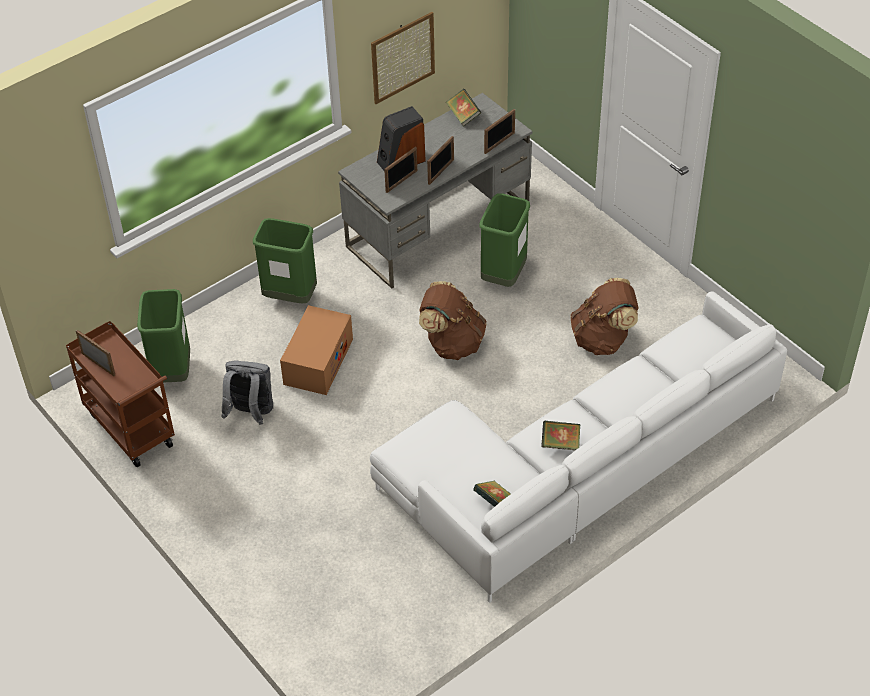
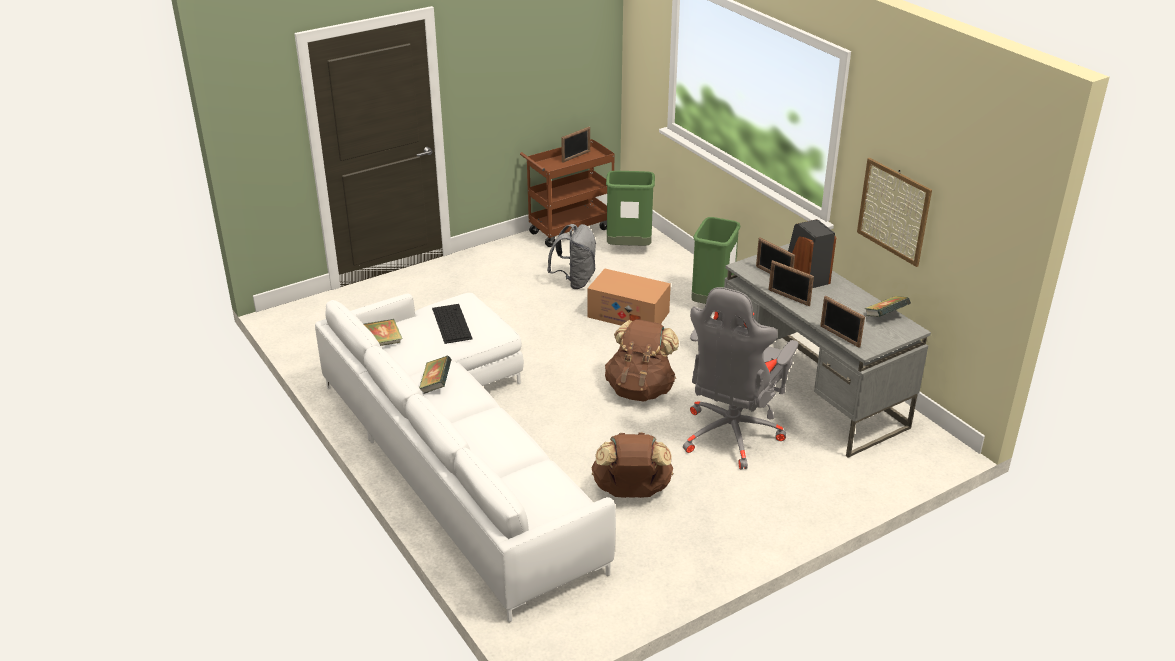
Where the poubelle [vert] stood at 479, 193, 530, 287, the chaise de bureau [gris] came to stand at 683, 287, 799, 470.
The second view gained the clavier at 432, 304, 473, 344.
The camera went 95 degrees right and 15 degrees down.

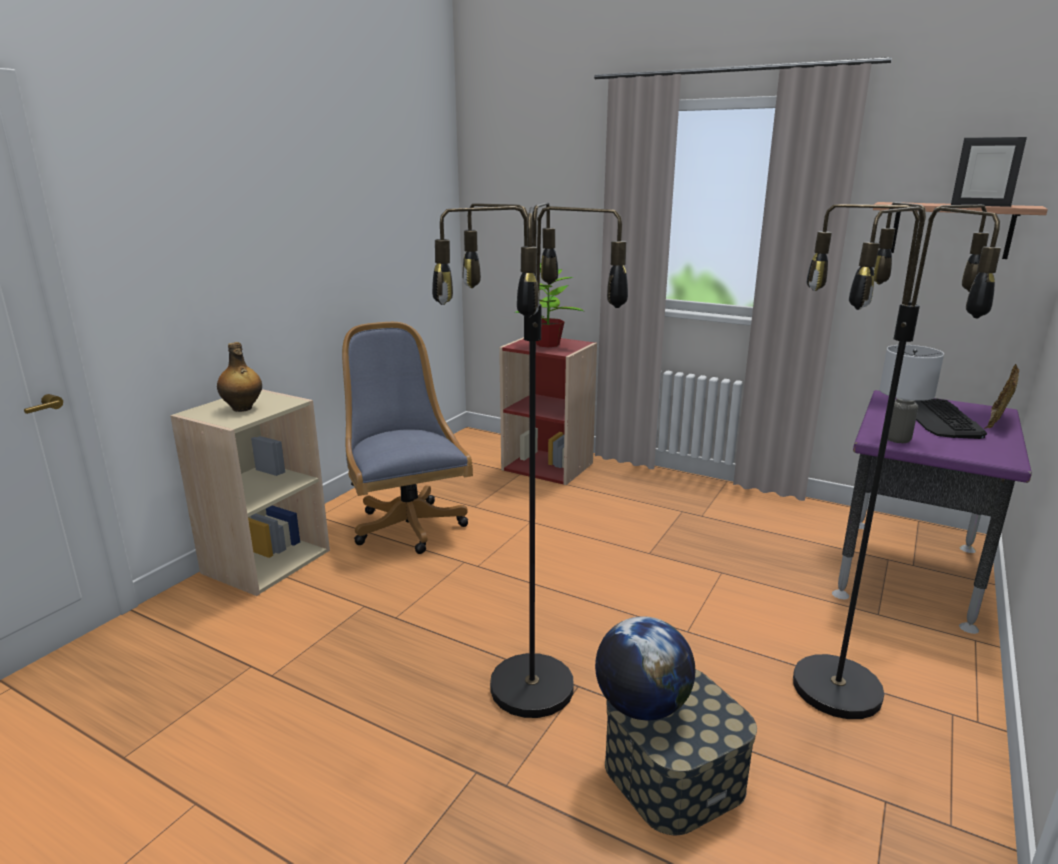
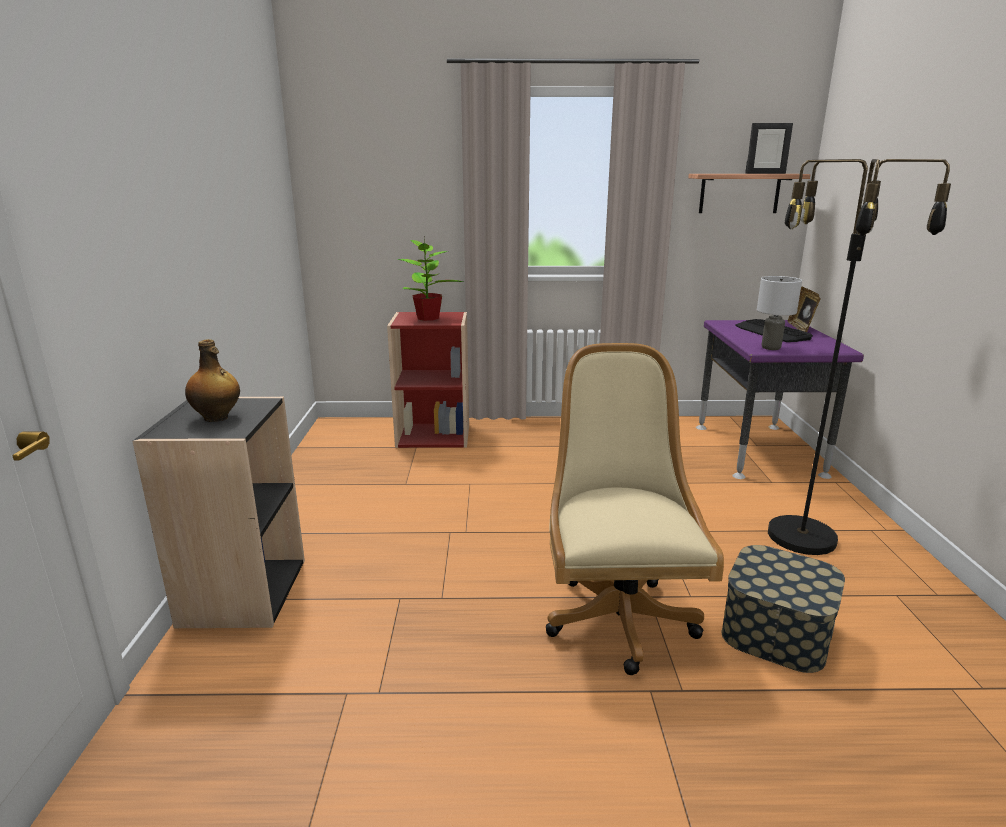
Where the lampadaire stood at 432, 202, 628, 718, the chaise de bureau [beige] came to stand at 546, 343, 724, 675.
The second view lost the chaise de bureau [bleu] at 342, 322, 473, 554.
What was the bibliothèque [beige] at 170, 389, 330, 596 turned into the bibliothèque [noir] at 132, 397, 305, 628.
The second view lost the globe at 595, 616, 695, 720.
The camera went 30 degrees left and 0 degrees up.

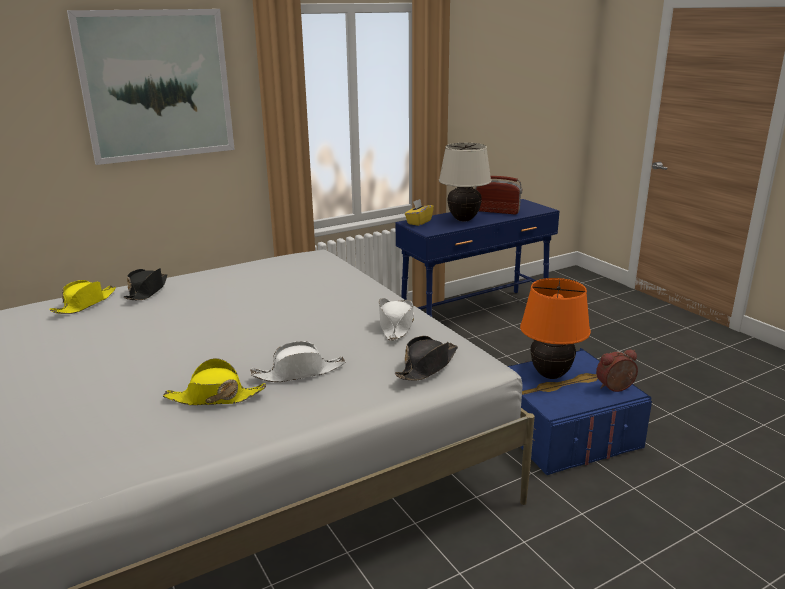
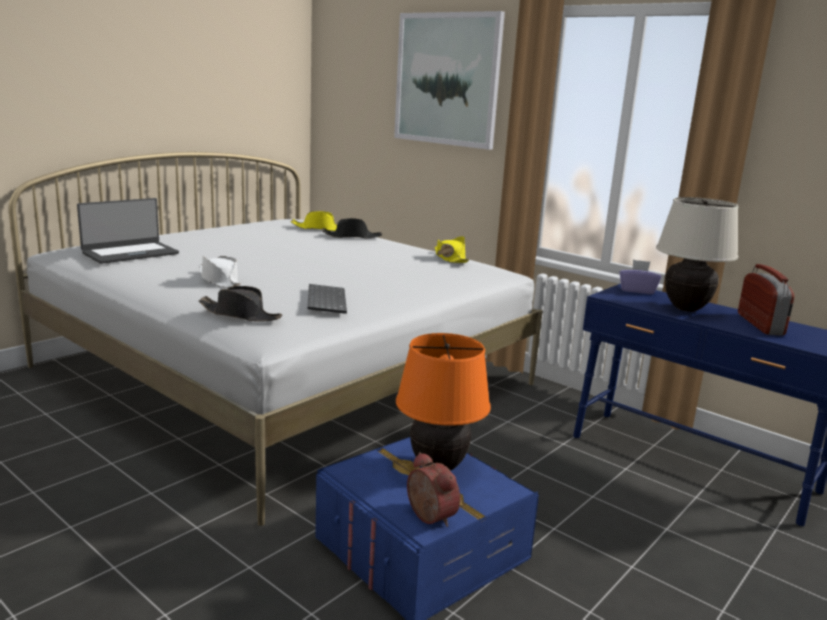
What was the boîte à mouchoirs [jaune] at 405, 199, 434, 226 turned into the boîte à mouchoirs [violet] at 619, 260, 661, 294.
Where the chapeau [blanc] stood at 379, 298, 414, 341, the clavier came to stand at 308, 284, 347, 314.
The chapeau [jaune] ended up elsewhere, having gone from 163, 358, 266, 405 to 435, 236, 469, 263.
The second view gained the ordinateur portable at 77, 198, 179, 264.
The camera went 70 degrees right and 5 degrees down.

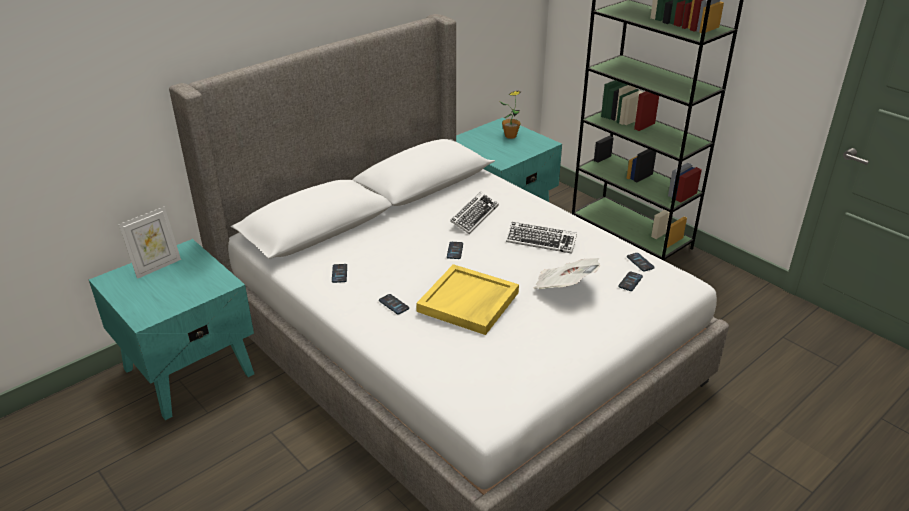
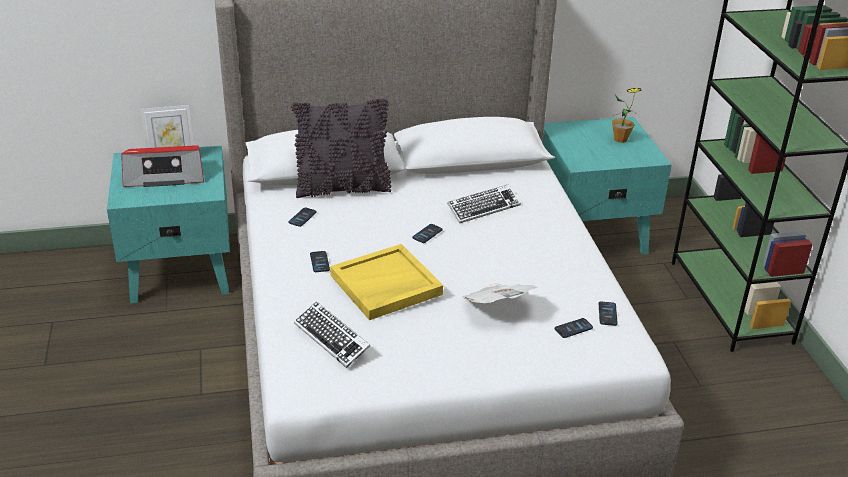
The clavier ended up elsewhere, having gone from 506, 222, 577, 254 to 294, 301, 370, 368.
The second view gained the coussin [noir] at 291, 98, 392, 198.
The second view gained the radio at 122, 145, 204, 187.
The camera went 30 degrees right and 0 degrees up.

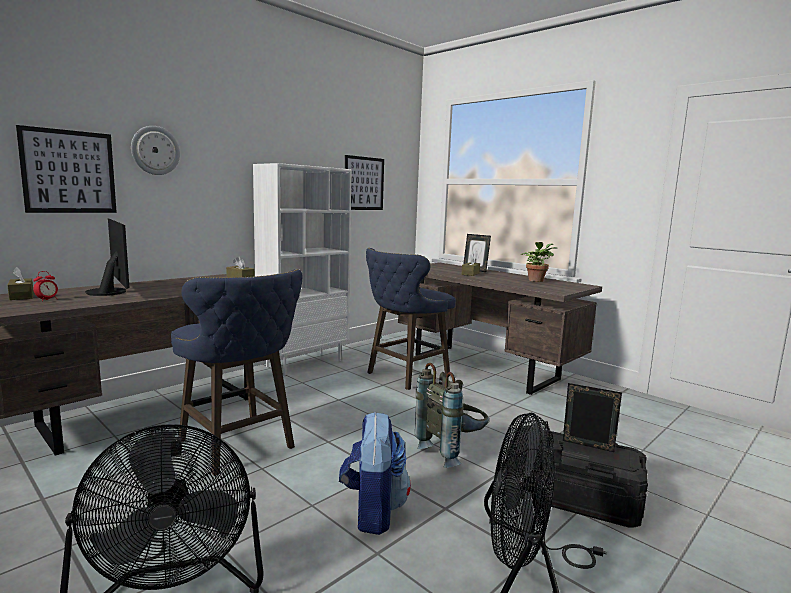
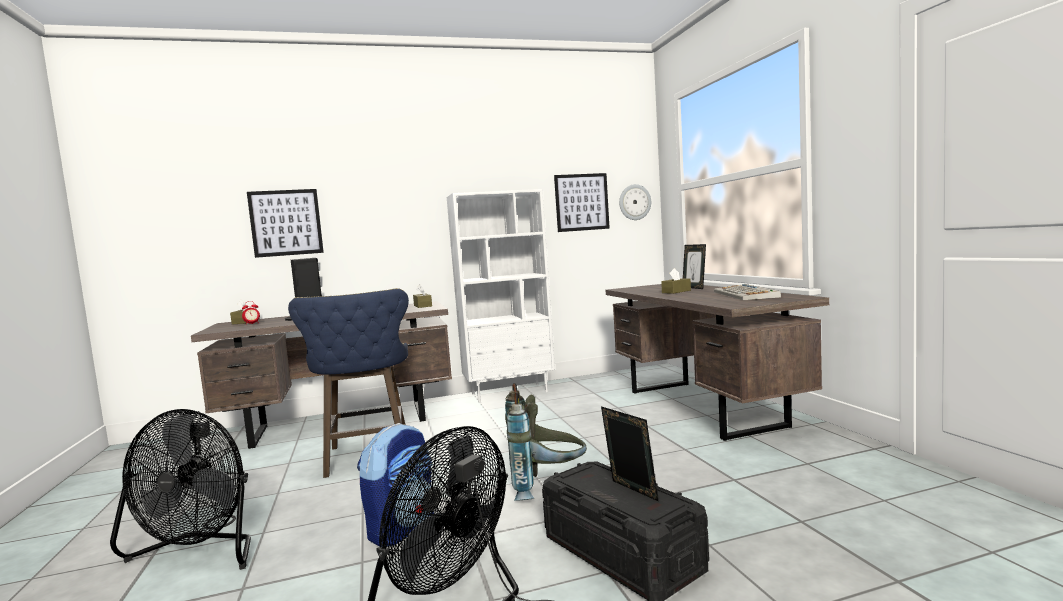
The horloge murale ended up elsewhere, having gone from 131, 126, 180, 175 to 619, 184, 651, 220.
Where the plante en pot stood at 521, 242, 557, 282, the clavier came to stand at 714, 284, 781, 300.
The second view lost the tabouret [bleu] at 366, 248, 456, 390.
The camera went 30 degrees right and 5 degrees down.

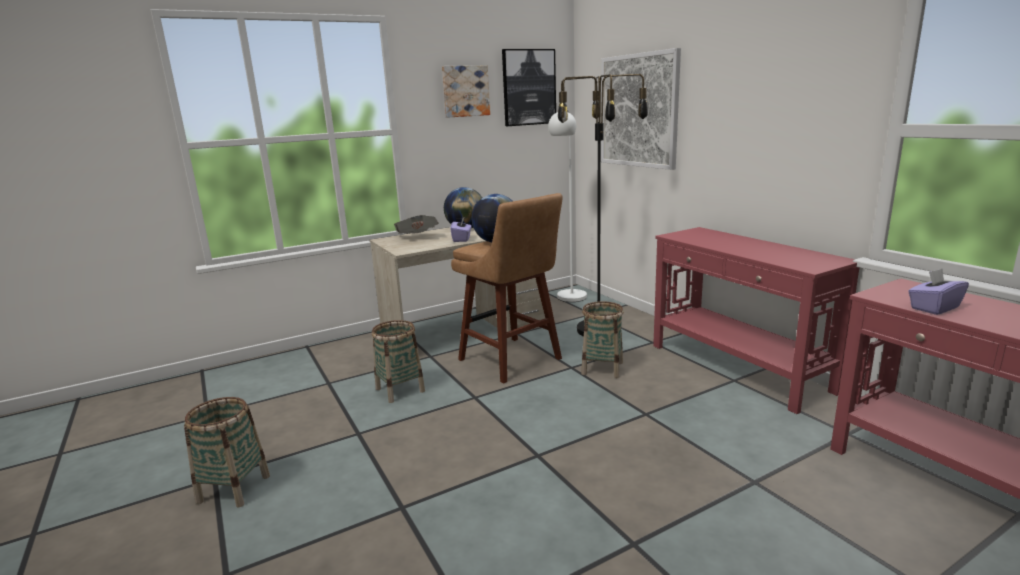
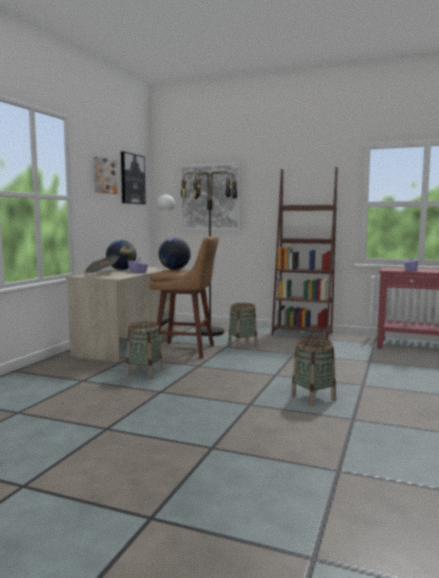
Where the table console [rouge] stood at 653, 227, 859, 414, the bibliothèque [marron] came to stand at 271, 167, 338, 340.
The panier ended up elsewhere, having gone from 184, 397, 270, 508 to 291, 338, 336, 406.
The camera went 40 degrees left and 10 degrees down.

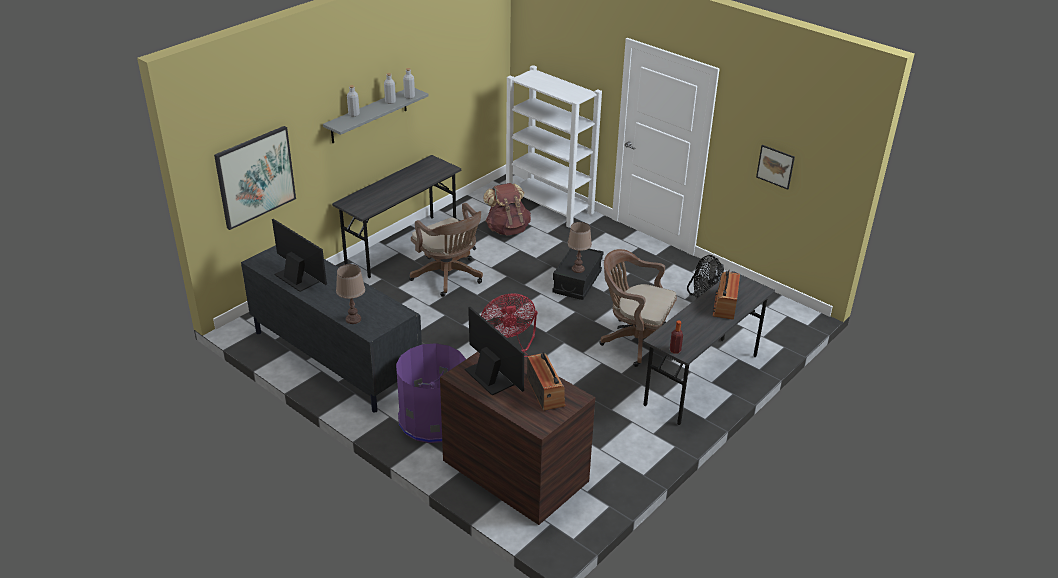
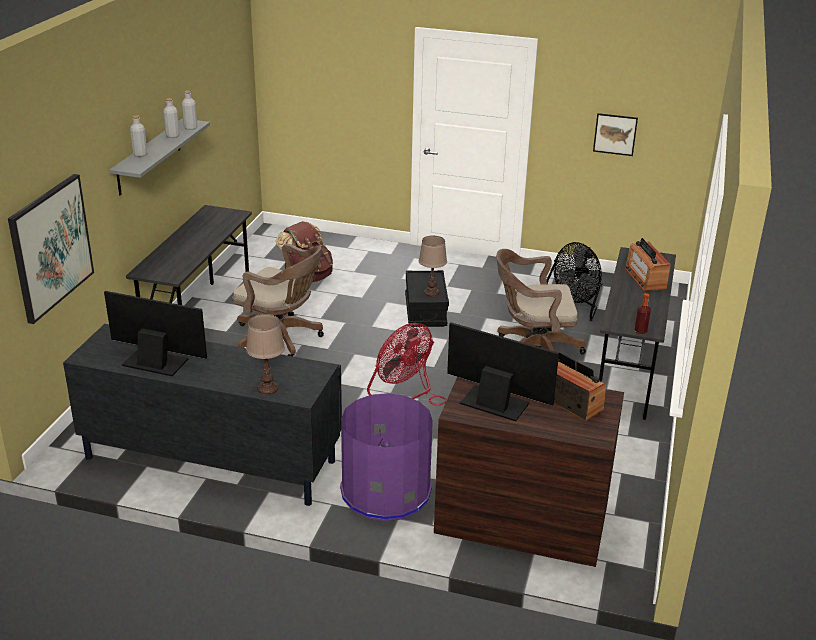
The second view lost the bibliothèque [blanc] at 506, 65, 602, 228.
The camera went 25 degrees left and 5 degrees down.

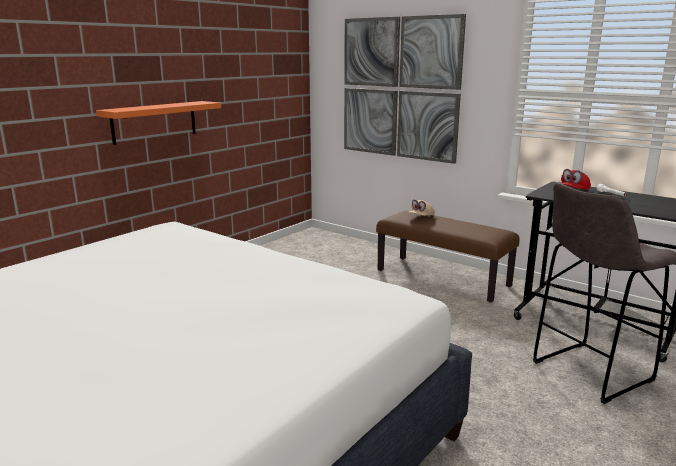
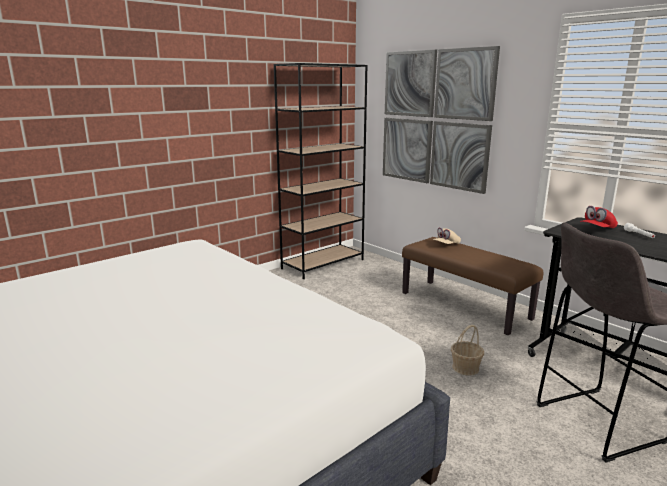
The second view lost the étagère [orange] at 96, 101, 221, 145.
The second view gained the bibliothèque [beige] at 274, 63, 367, 279.
The second view gained the panier at 451, 325, 484, 376.
The camera went 10 degrees right and 0 degrees up.

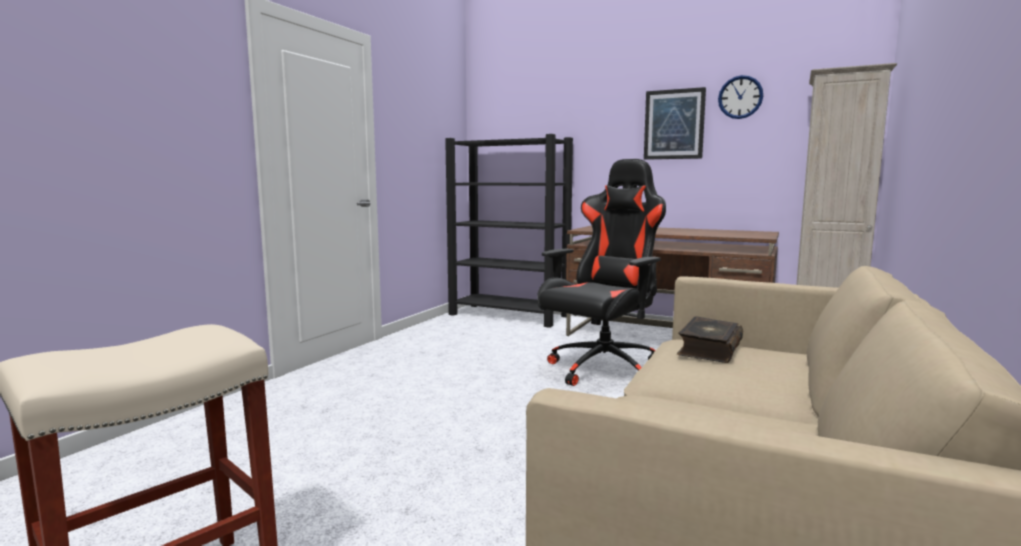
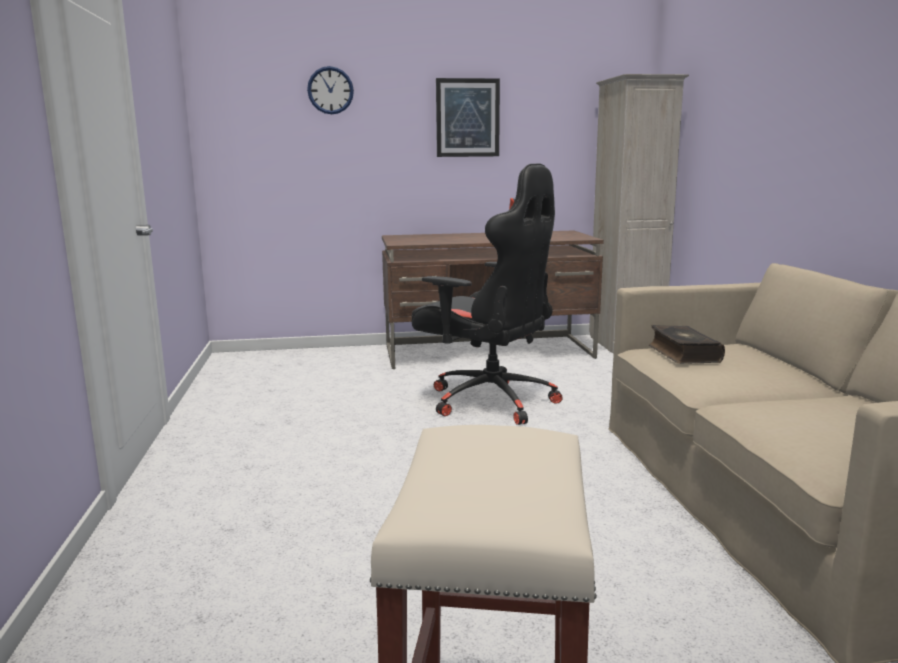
The horloge murale ended up elsewhere, having gone from 718, 75, 763, 119 to 307, 66, 354, 114.
The second view lost the bibliothèque [noir] at 445, 134, 573, 328.
The chaise de bureau [noir] at 537, 159, 666, 386 ended up facing another way, 120 degrees clockwise from before.
The camera went 35 degrees left and 5 degrees up.

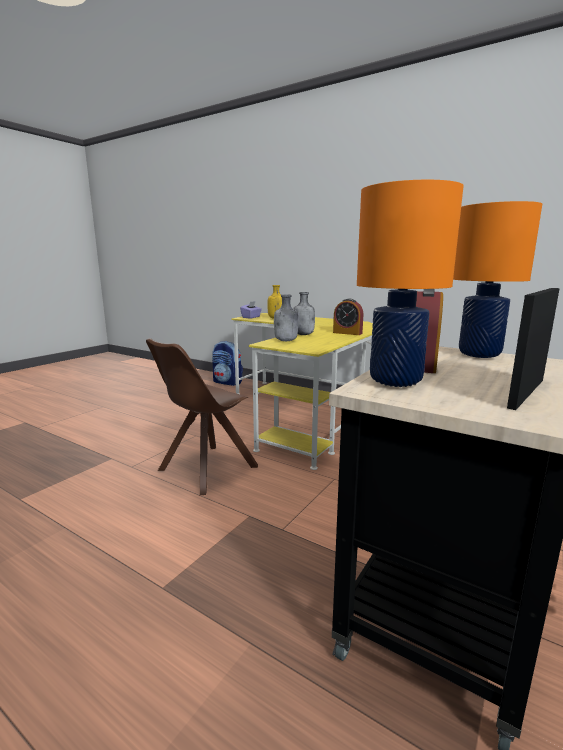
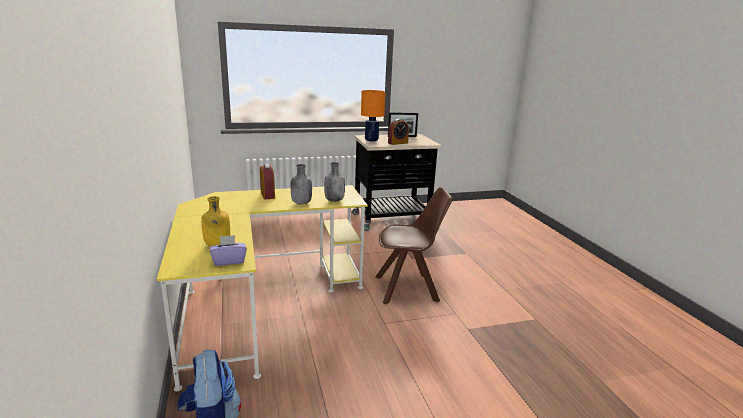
The second view lost the lampe de table [orange] at 357, 180, 464, 387.
The camera went 140 degrees left and 5 degrees up.

